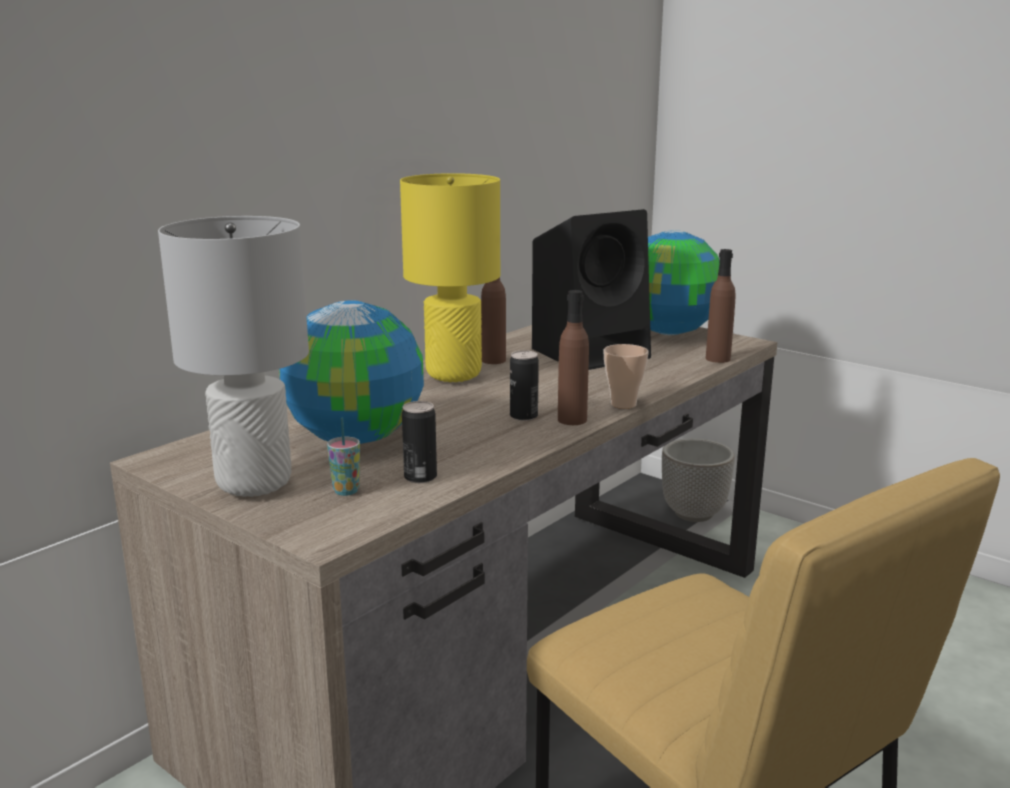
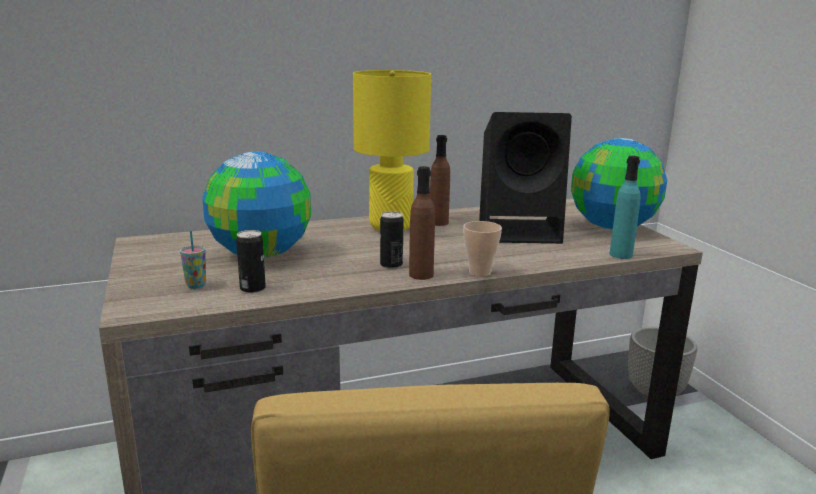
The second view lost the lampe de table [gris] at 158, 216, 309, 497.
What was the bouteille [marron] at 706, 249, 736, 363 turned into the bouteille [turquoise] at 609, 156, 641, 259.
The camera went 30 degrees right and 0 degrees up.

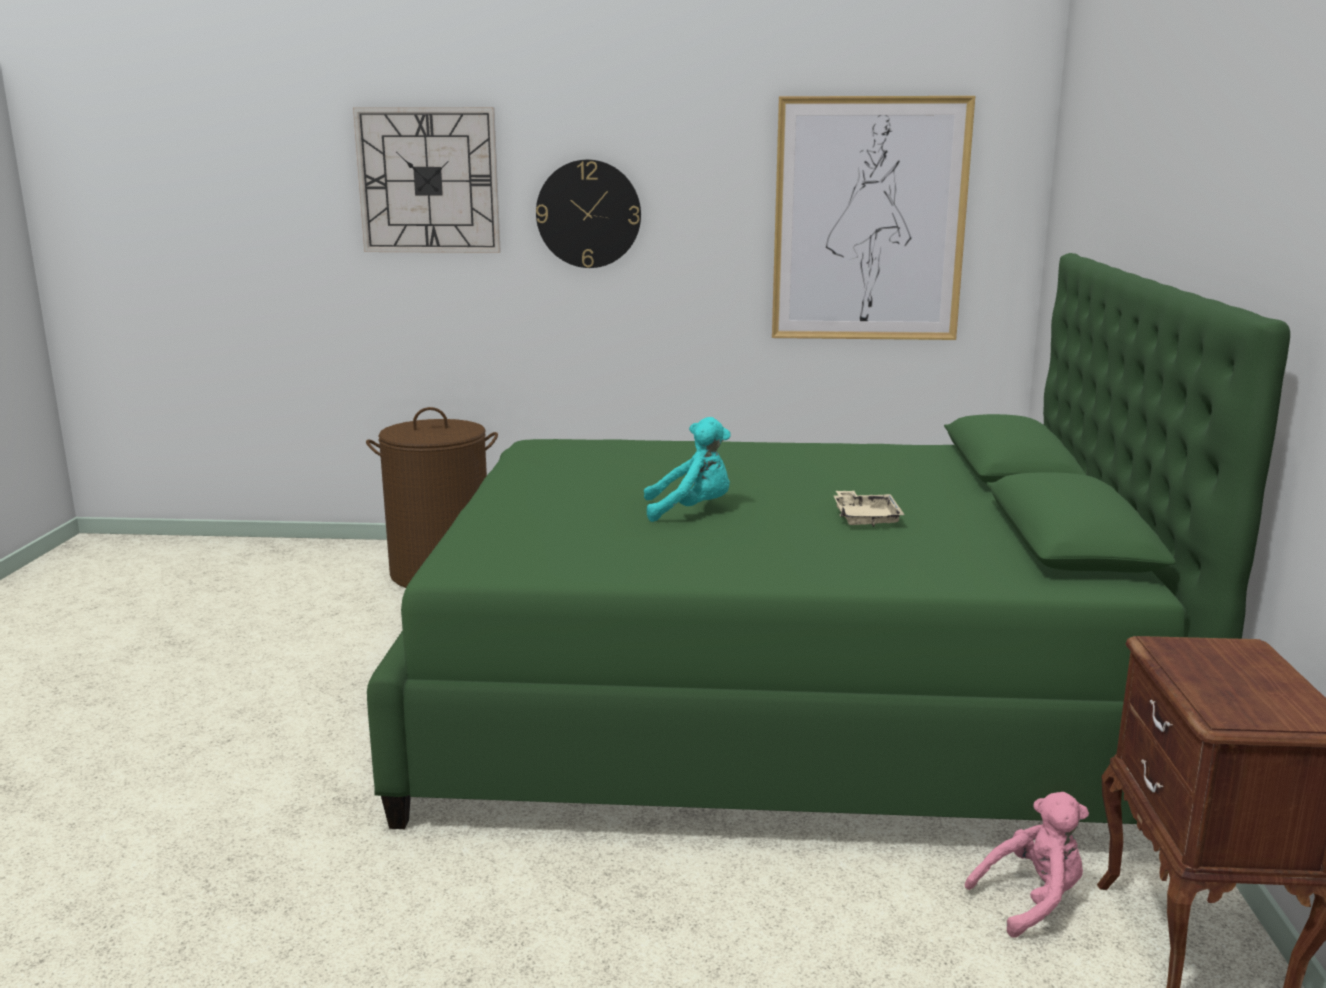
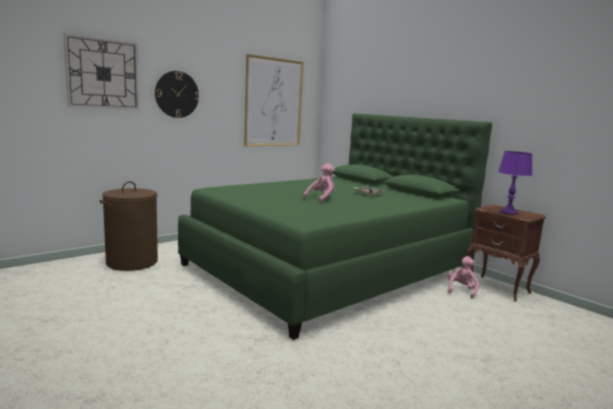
What was the peluche [turquoise] at 644, 417, 731, 522 turned into the peluche [rose] at 303, 163, 335, 203.
The second view gained the lampe de table [violet] at 498, 151, 532, 215.
The camera went 45 degrees left and 5 degrees down.

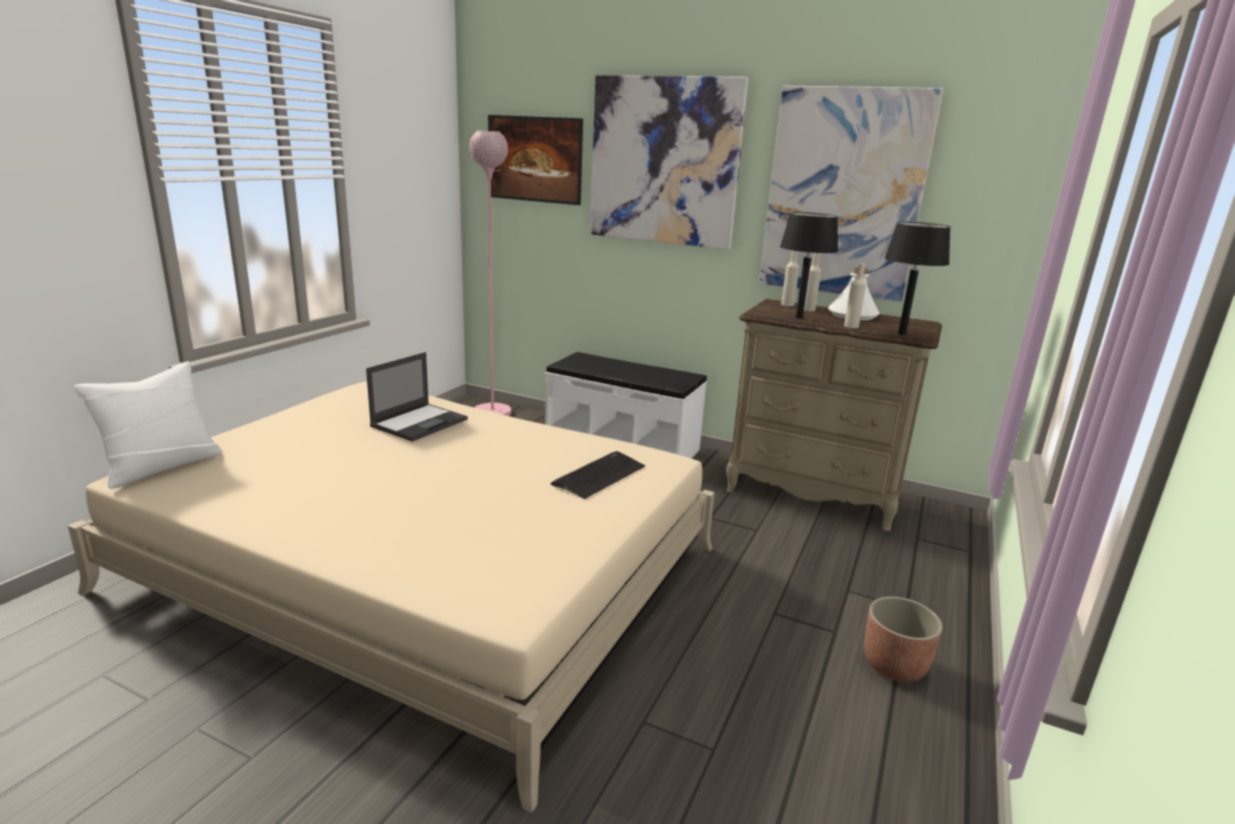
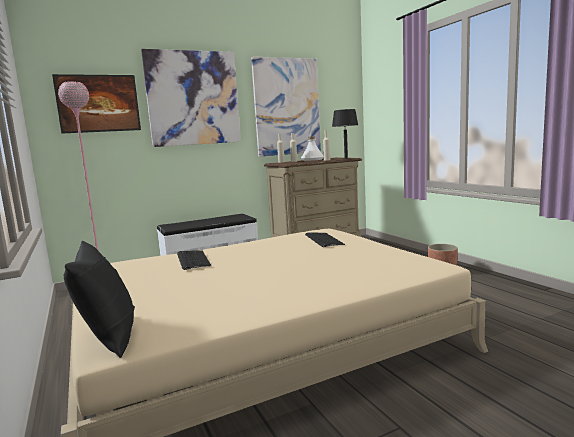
The second view lost the lampe de table [noir] at 780, 212, 838, 319.
Where the ordinateur portable stood at 366, 352, 468, 442, the clavier came to stand at 177, 251, 212, 270.
What was the coussin [blanc] at 73, 361, 223, 489 turned into the coussin [noir] at 64, 241, 135, 358.
The camera went 50 degrees left and 10 degrees down.

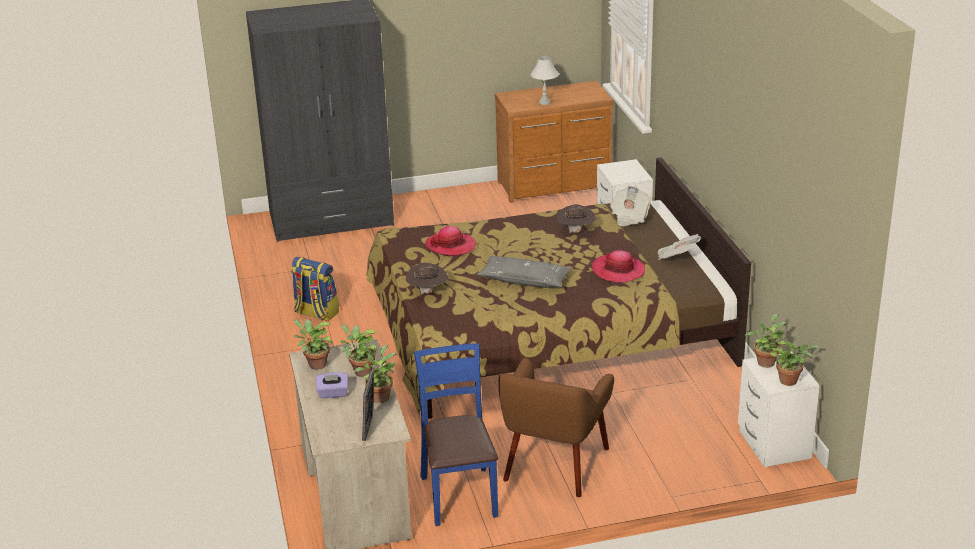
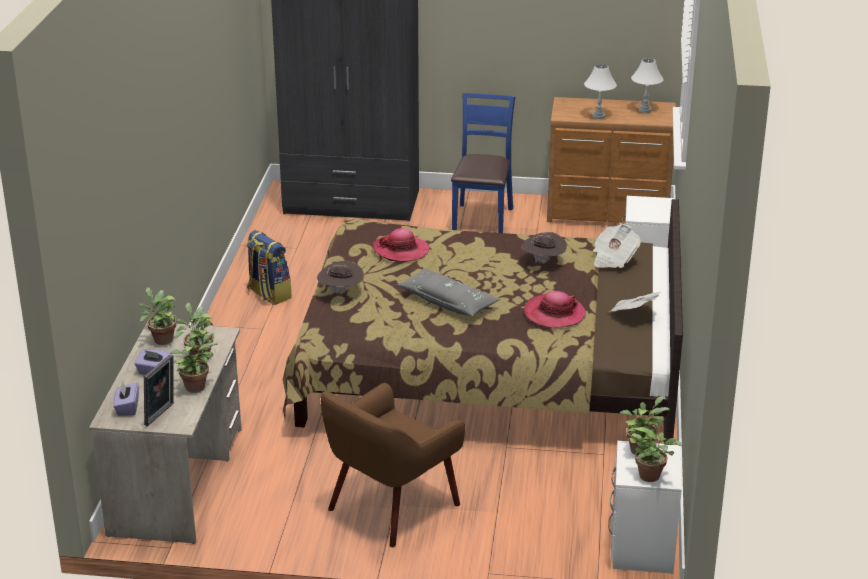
The chaise [bleu] ended up elsewhere, having gone from 414, 343, 498, 526 to 451, 93, 515, 233.
The second view gained the lampe de table [blanc] at 631, 58, 664, 113.
The second view gained the boîte à mouchoirs [violet] at 113, 381, 139, 416.
The camera went 20 degrees right and 0 degrees up.

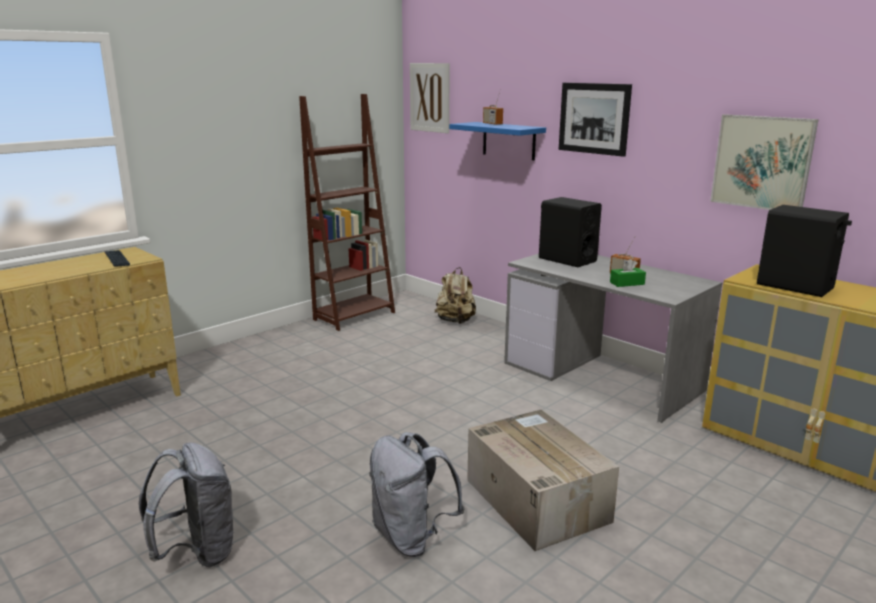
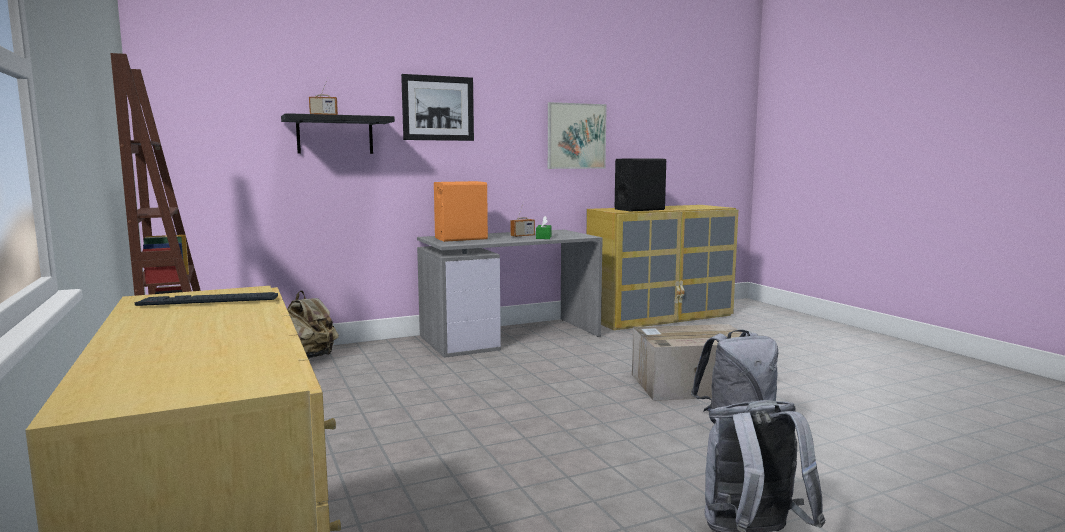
The second view lost the tableau at 410, 63, 450, 133.
What was the étagère [bleu] at 449, 122, 546, 160 turned into the étagère [noir] at 281, 113, 395, 154.
What was the enceinte [noir] at 539, 197, 602, 267 turned into the enceinte [orange] at 434, 181, 488, 242.
The camera went 70 degrees left and 10 degrees down.

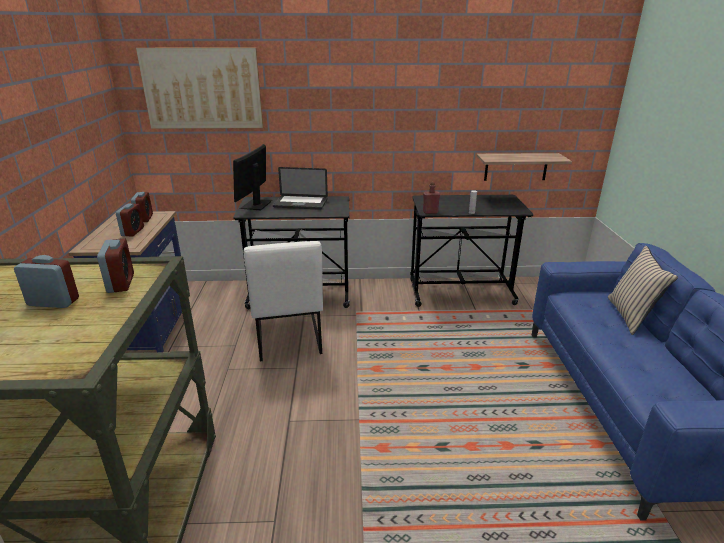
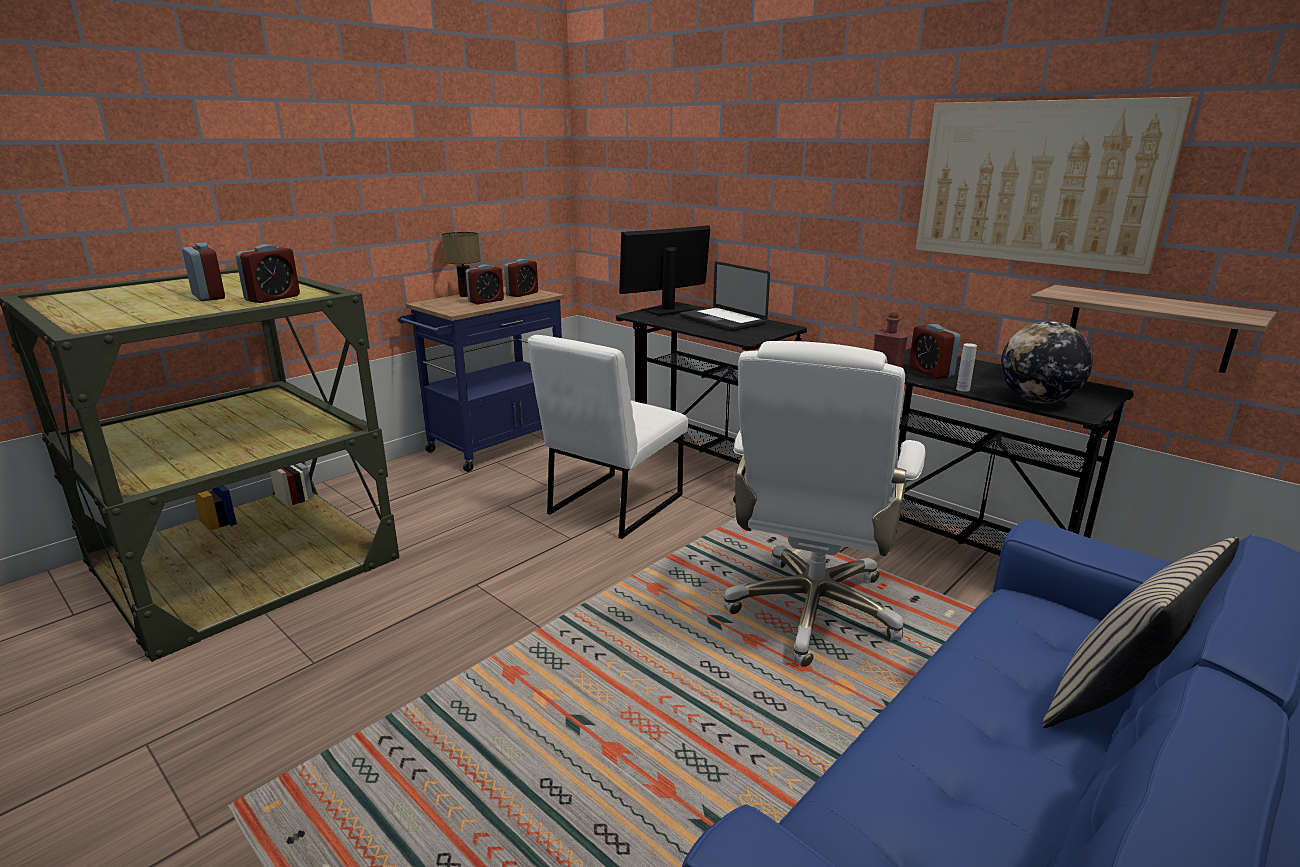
The tableau ended up elsewhere, having gone from 136, 47, 263, 129 to 916, 97, 1194, 275.
The second view gained the lampe de table at 442, 232, 481, 297.
The second view gained the globe at 1001, 321, 1093, 403.
The second view gained the réveil at 909, 324, 960, 379.
The second view gained the chaise de bureau [blanc] at 724, 341, 926, 667.
The camera went 45 degrees right and 5 degrees down.

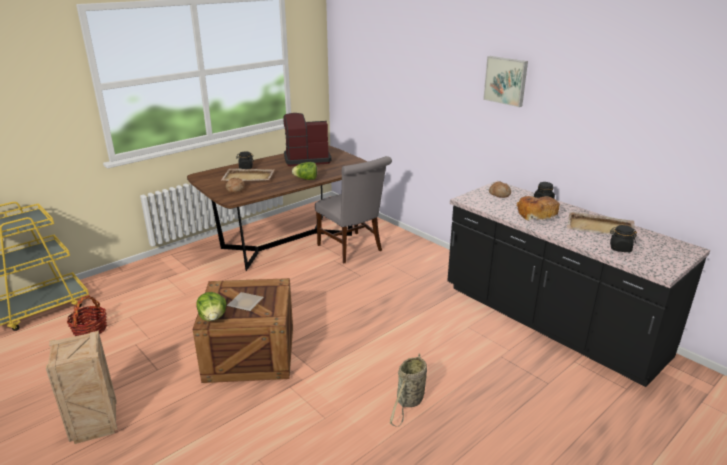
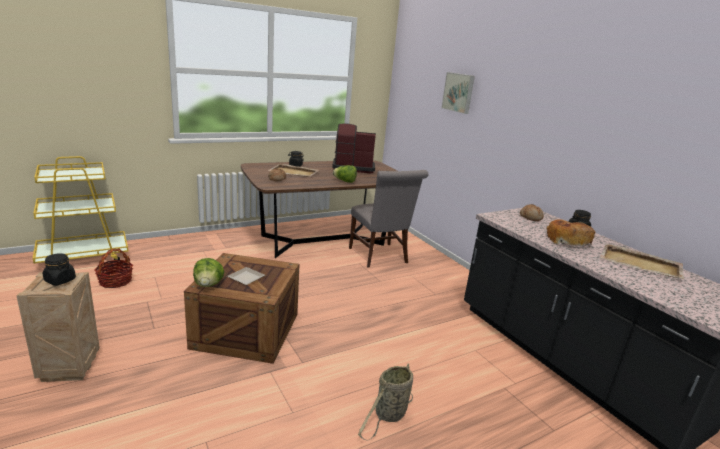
The tableau ended up elsewhere, having gone from 483, 56, 528, 107 to 441, 72, 475, 114.
The bocal [noir] ended up elsewhere, having gone from 610, 225, 637, 252 to 43, 253, 76, 286.
The camera went 10 degrees right and 5 degrees down.

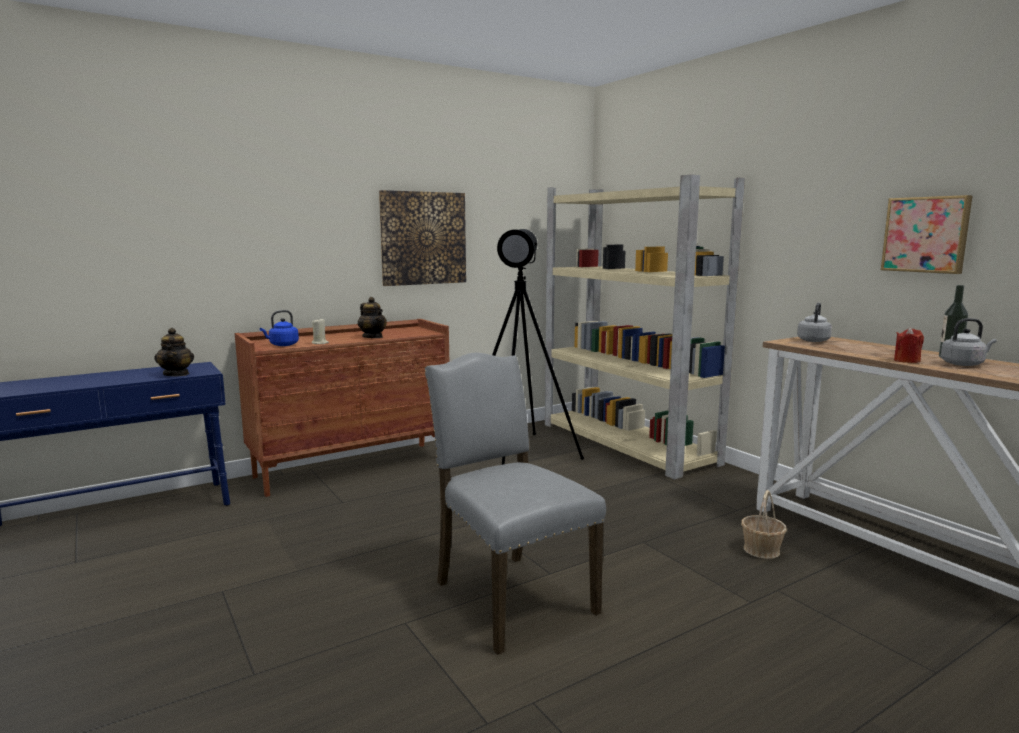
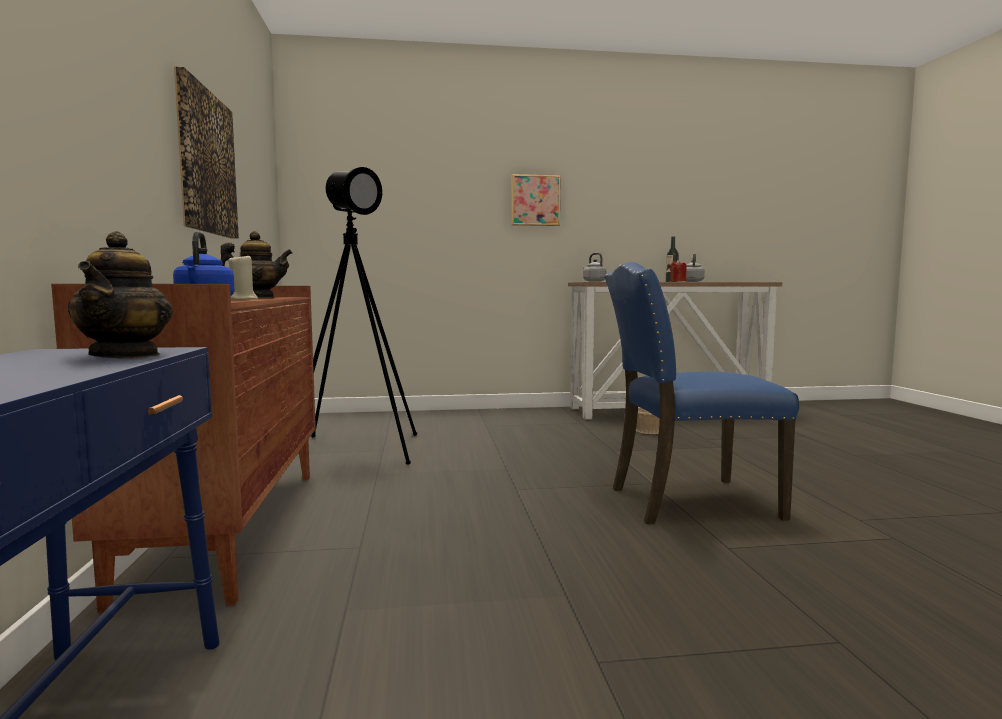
The second view lost the bibliothèque [beige] at 545, 175, 745, 480.
The tableau ended up elsewhere, having gone from 881, 195, 973, 274 to 511, 174, 561, 226.
The théière at 154, 328, 194, 376 ended up facing another way, 75 degrees clockwise from before.
What was the chaise [gris] at 425, 353, 606, 654 turned into the chaise [bleu] at 604, 262, 799, 524.
The camera went 65 degrees left and 5 degrees down.

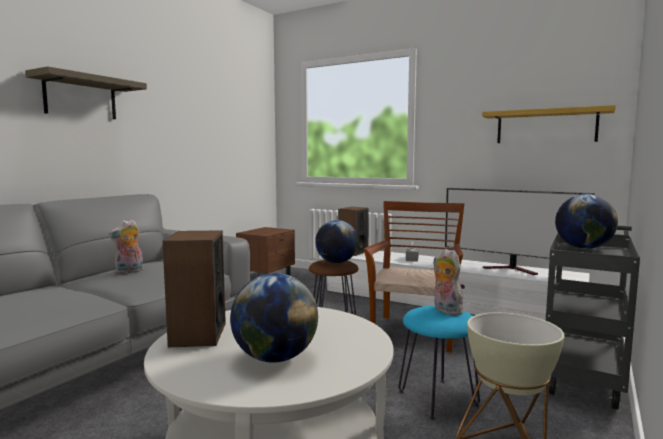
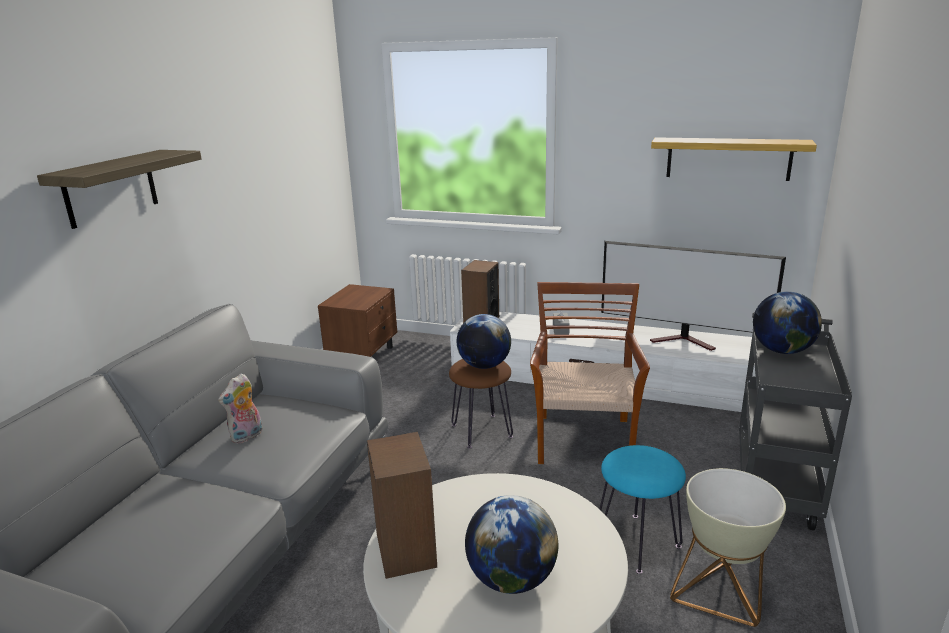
The second view lost the peluche at 433, 249, 464, 315.
The camera went 10 degrees left and 15 degrees up.

